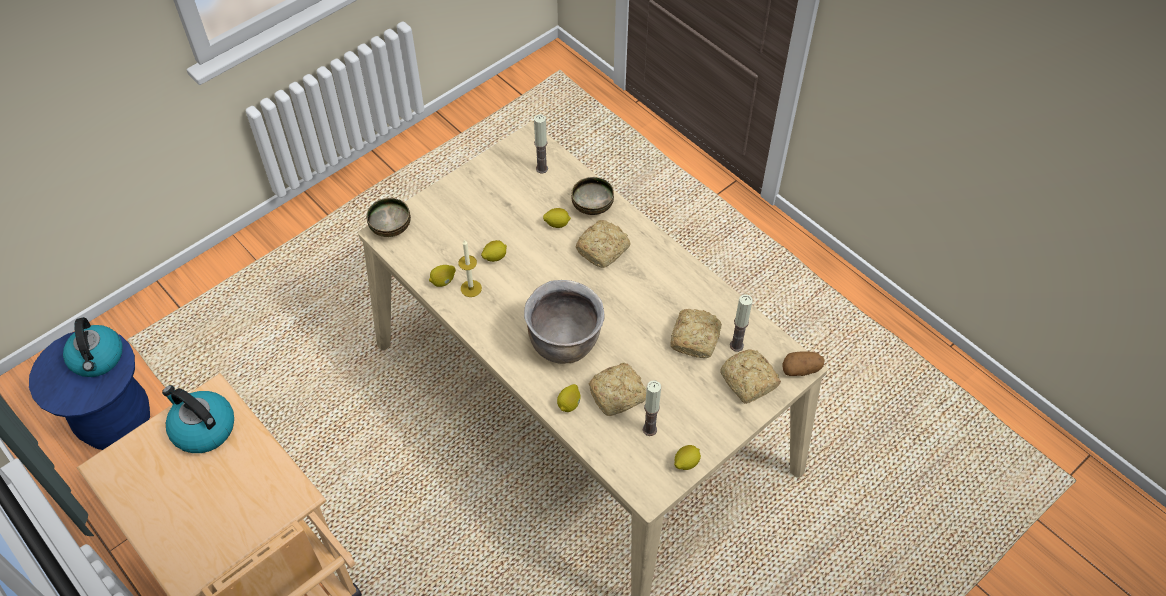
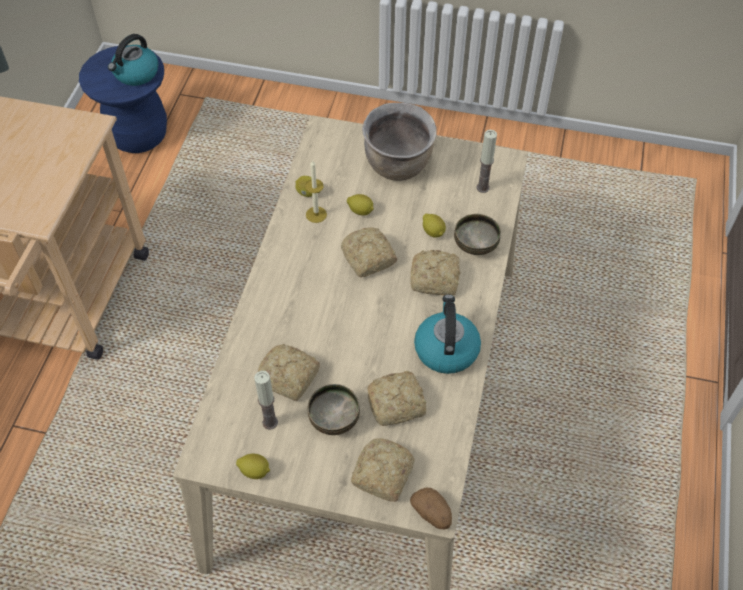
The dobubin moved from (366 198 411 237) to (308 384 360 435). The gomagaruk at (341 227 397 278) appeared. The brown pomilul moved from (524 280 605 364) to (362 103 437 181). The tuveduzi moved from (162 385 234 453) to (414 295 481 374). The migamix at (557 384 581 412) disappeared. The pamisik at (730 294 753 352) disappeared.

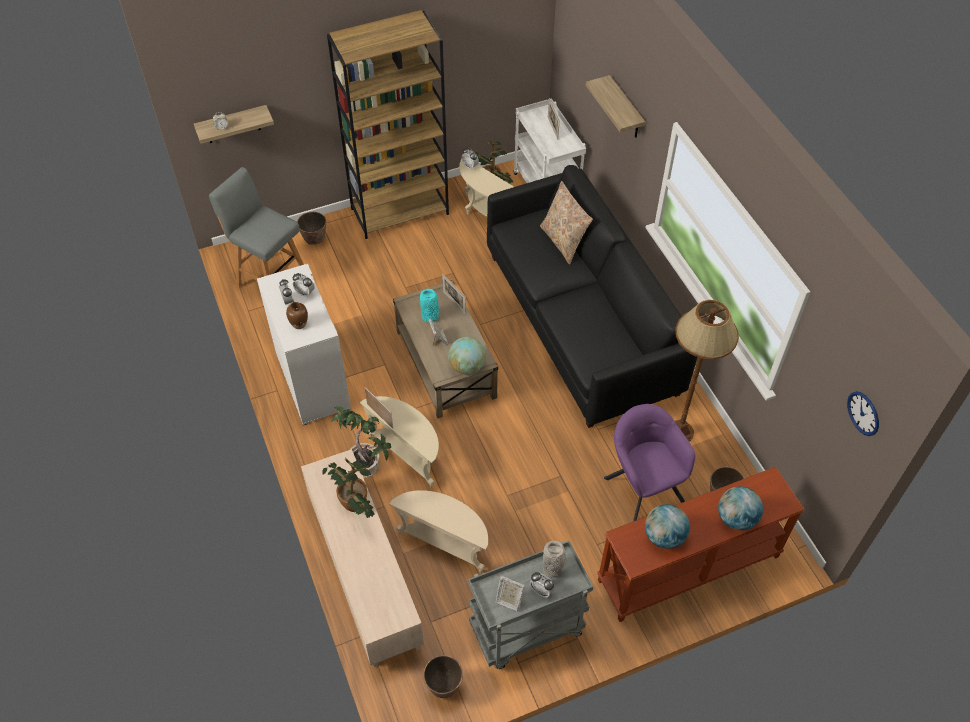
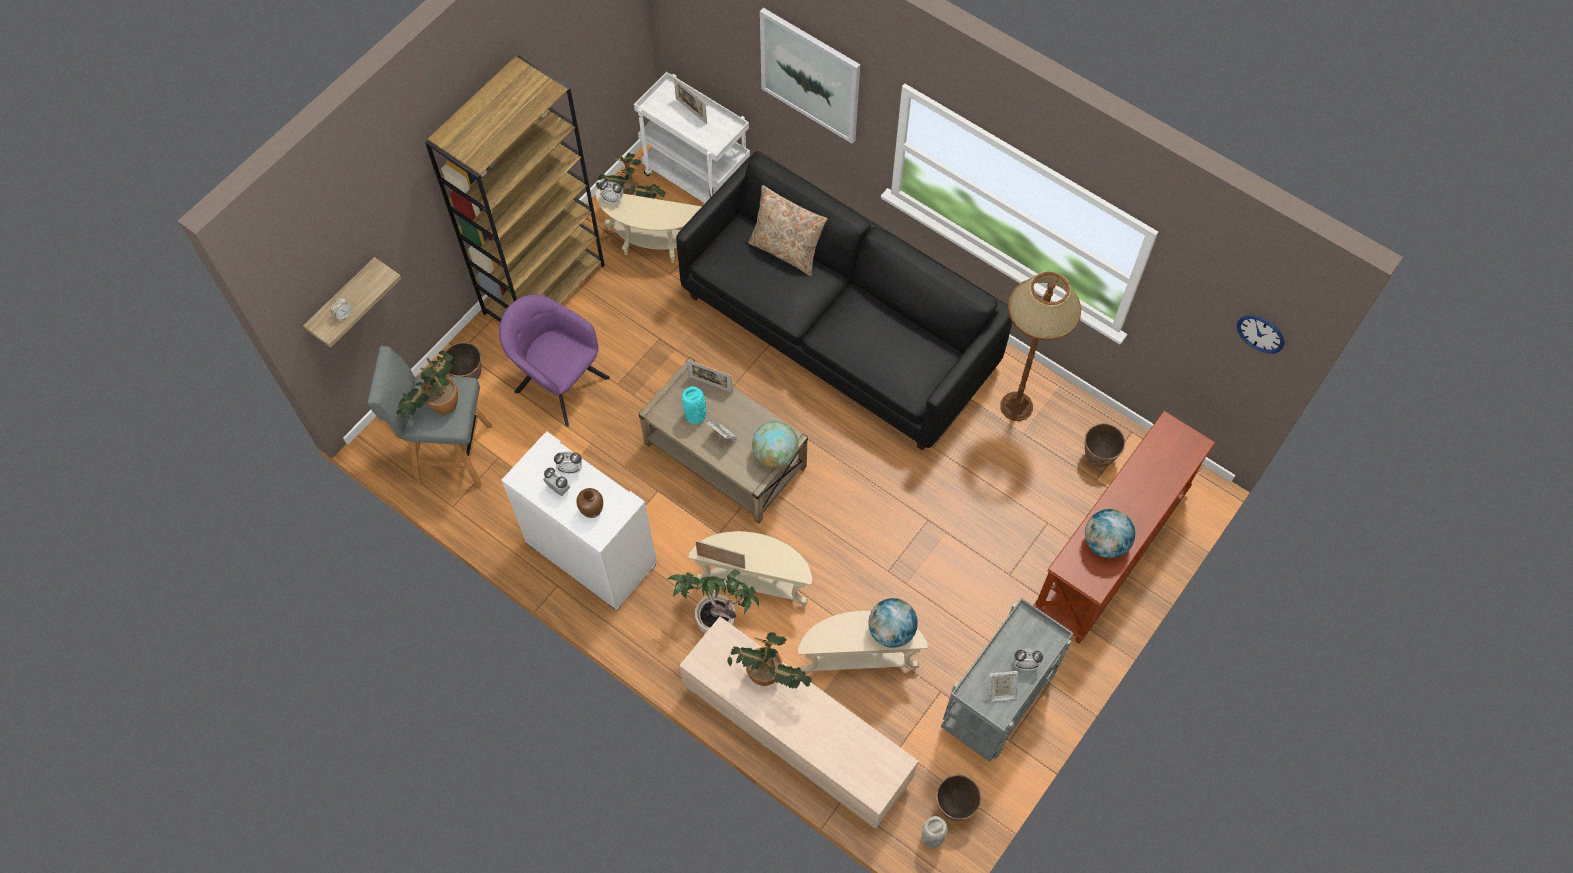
The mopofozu at (396 350 458 419) appeared. The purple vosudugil moved from (604 404 695 521) to (499 294 610 427). The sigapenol at (586 75 645 138) was replaced by the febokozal at (760 8 860 144). The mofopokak moved from (718 486 763 530) to (868 598 918 648). The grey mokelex moved from (543 541 566 578) to (921 816 947 848).

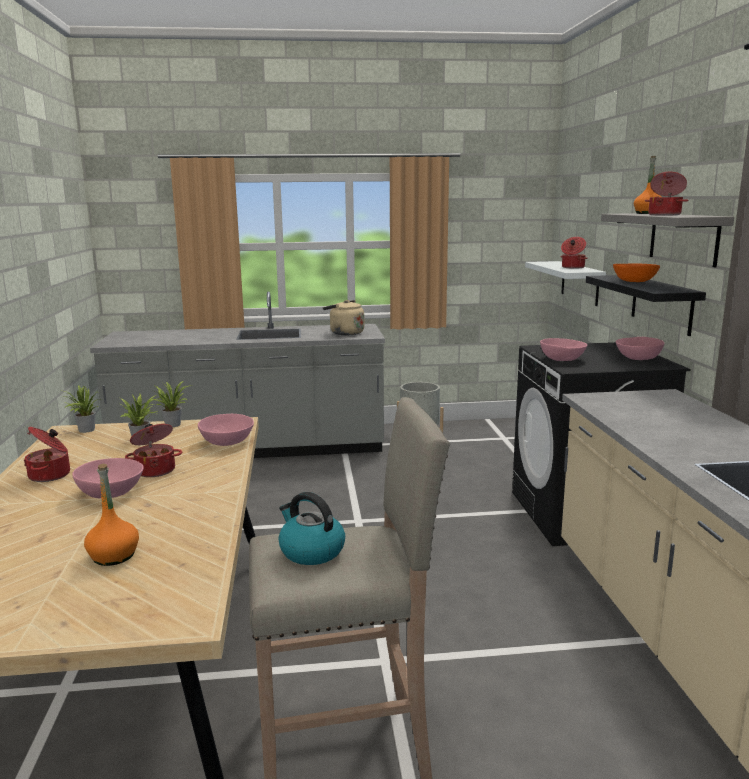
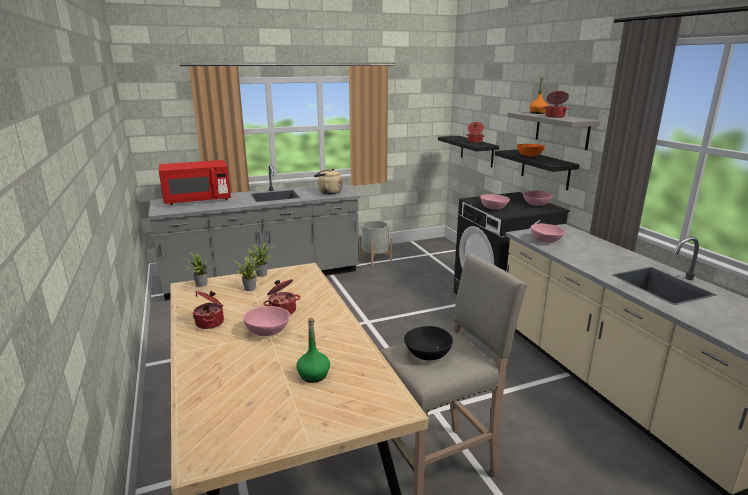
The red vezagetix at (159 160 231 205) appeared. The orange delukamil at (84 464 139 566) became the green delukamil at (296 318 330 383). The tuveduzi at (278 492 345 565) was replaced by the black dobubin at (404 326 453 360). The white sigapenol at (525 261 606 306) became the black sigapenol at (438 136 499 167). The pink dobubin moved from (198 414 254 446) to (531 224 565 243).

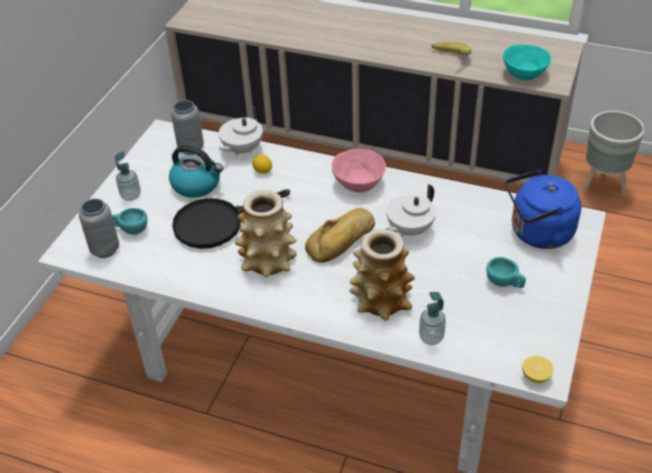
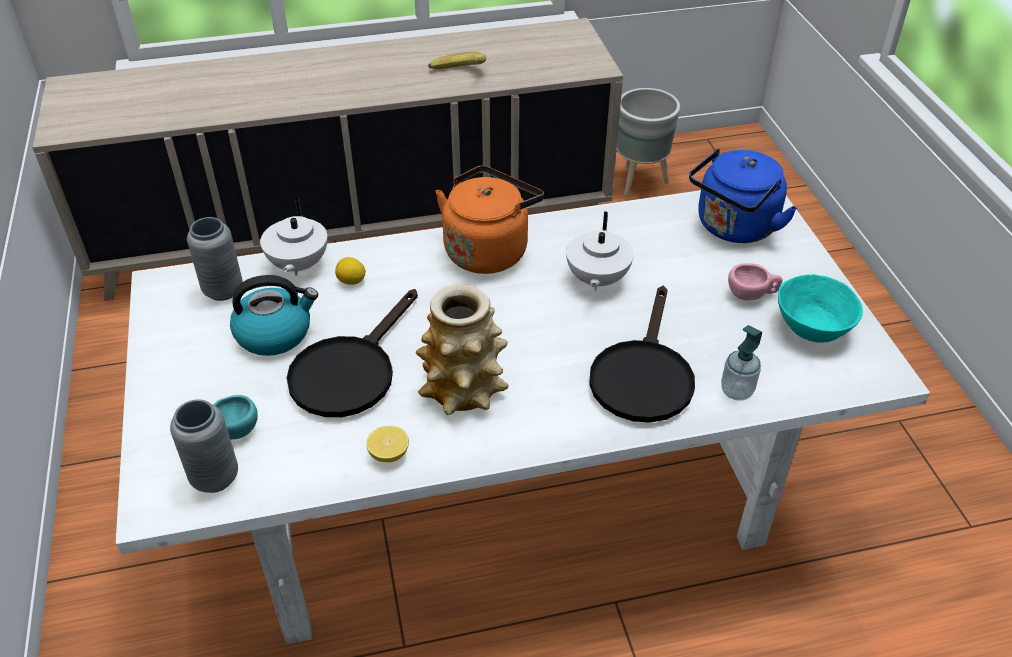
The migamix moved from (522 356 554 383) to (367 426 409 462). The pink dobubin at (331 149 386 192) was replaced by the orange tuveduzi at (435 166 544 274). The mokelex at (349 229 415 321) was replaced by the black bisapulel at (589 286 695 423). The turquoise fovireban at (486 257 526 288) became the pink fovireban at (728 263 783 300). The turquoise dobubin moved from (503 44 551 80) to (778 274 863 342). The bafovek at (115 151 141 201) disappeared. The gomagaruk at (305 208 375 263) disappeared.

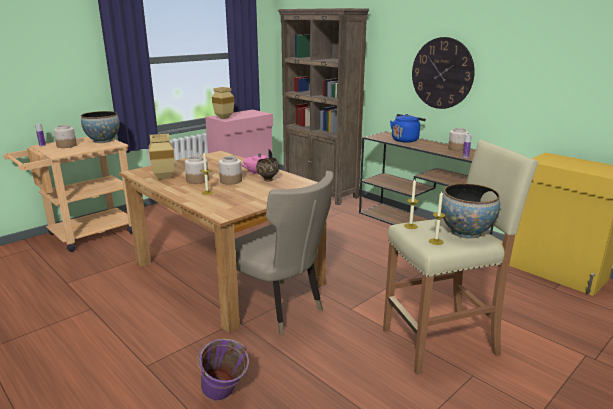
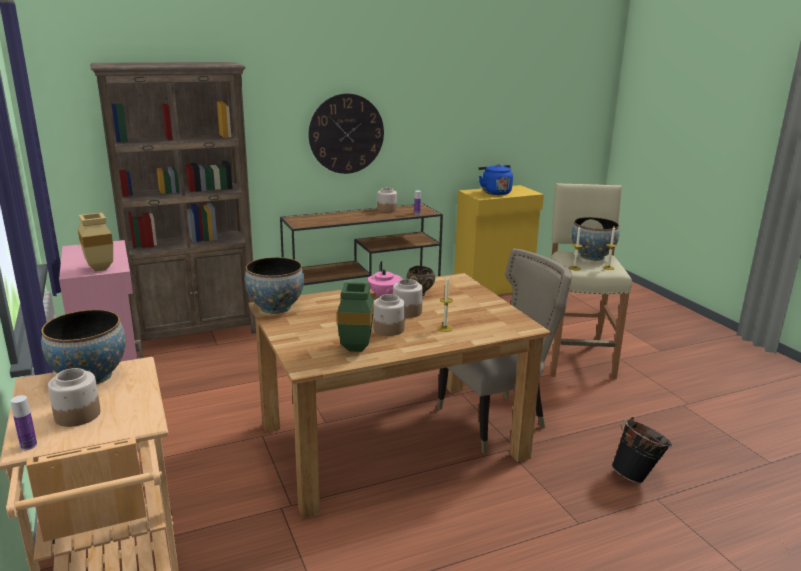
The dobubin at (245 257 304 314) appeared. The beige mokelex at (149 134 174 179) became the green mokelex at (337 282 374 352). The blue tuveduzi moved from (390 114 426 143) to (478 164 513 195). The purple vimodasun at (196 339 249 401) became the black vimodasun at (612 417 672 484).

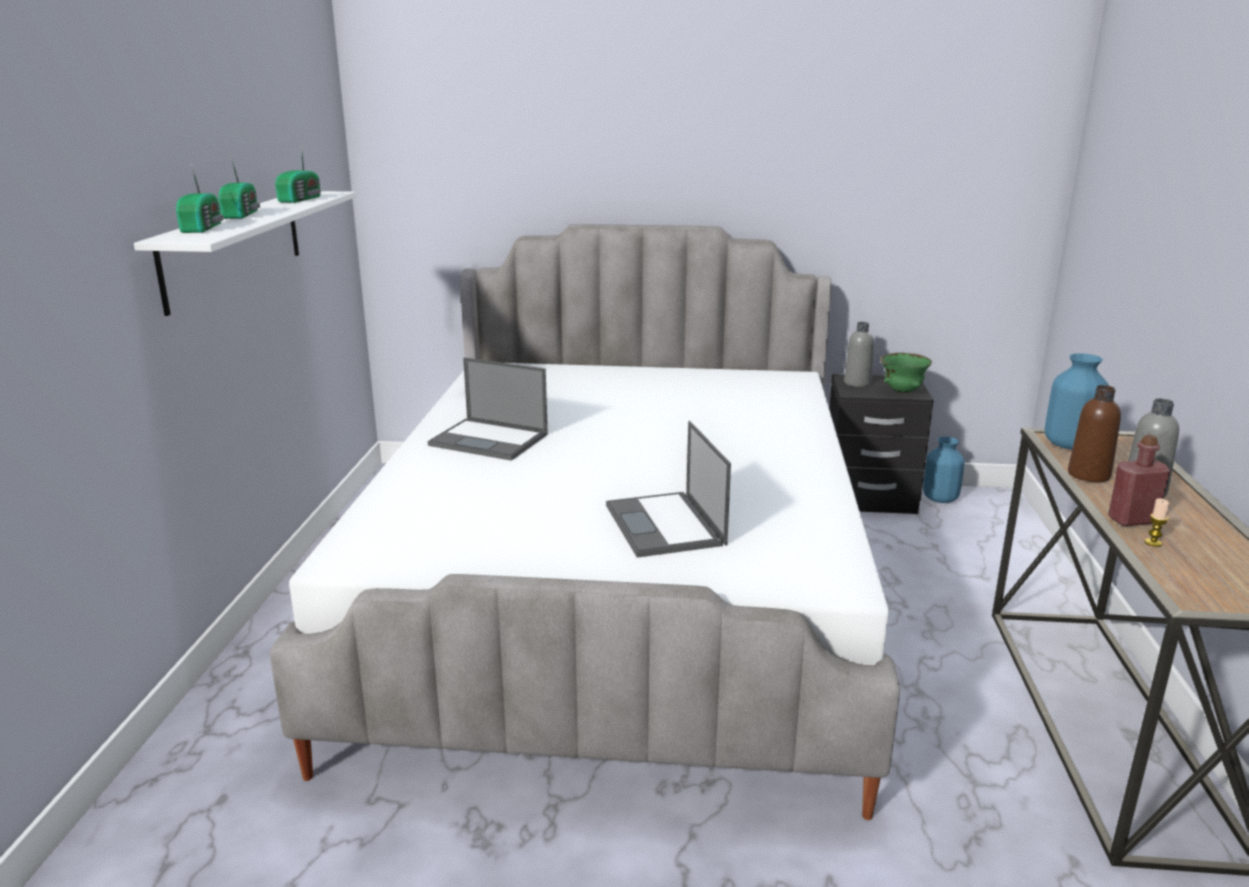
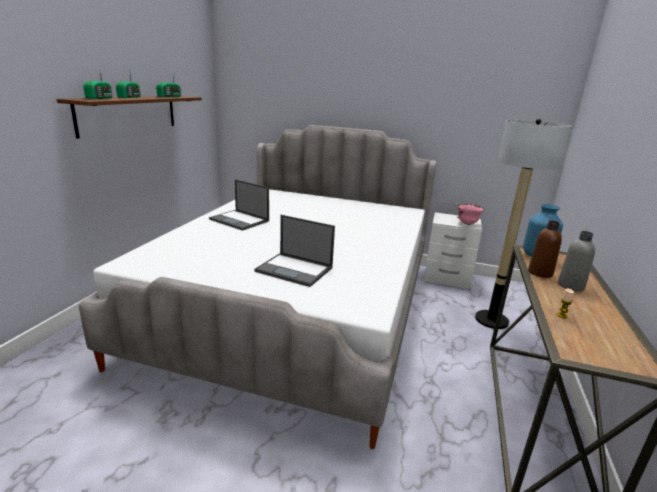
The white sigapenol at (134 191 356 316) became the brown sigapenol at (57 96 202 139). The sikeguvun at (606 421 731 558) turned 60 degrees counterclockwise. The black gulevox at (829 374 933 514) became the white gulevox at (424 212 482 289). The green dobubin at (880 353 932 393) became the pink dobubin at (457 204 484 225). The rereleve at (475 119 572 329) appeared. The grey delukamil at (844 322 874 387) disappeared. The blue mokelex at (923 436 964 503) disappeared. The red delukamil at (1108 435 1170 526) disappeared.

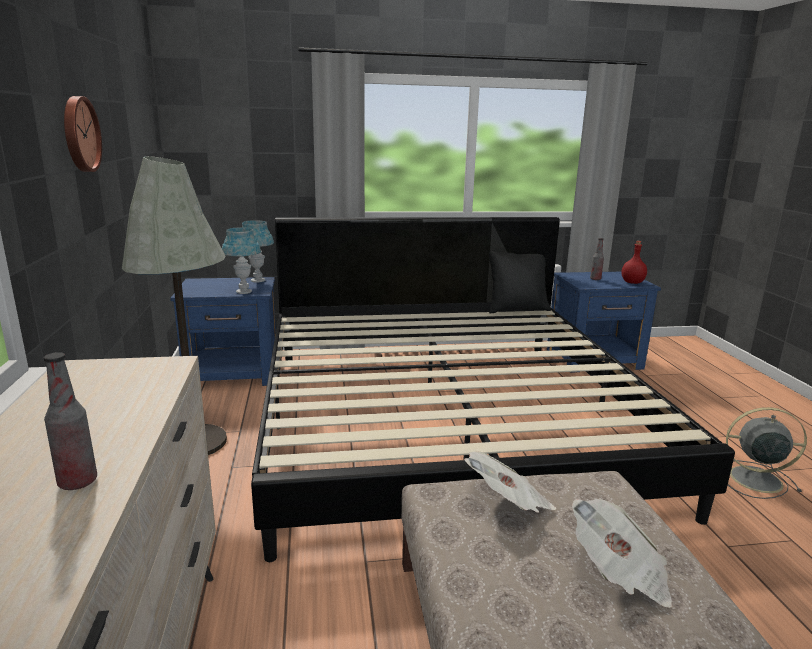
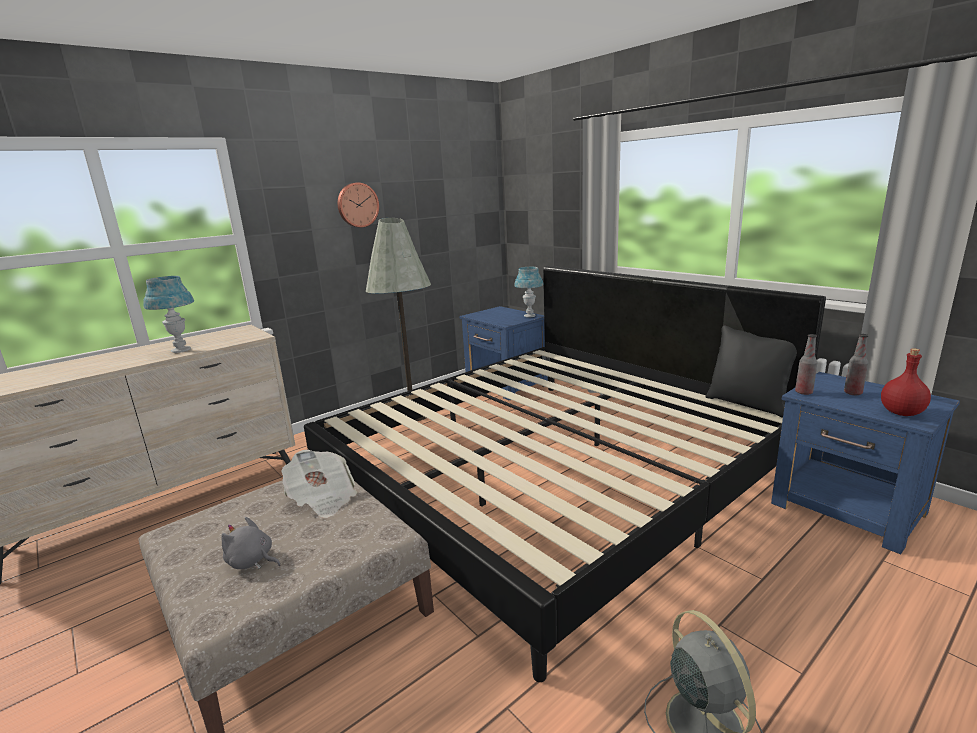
The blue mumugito moved from (222 227 261 294) to (143 276 194 353). The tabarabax at (572 498 672 608) was replaced by the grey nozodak at (221 517 281 569). The delukamil moved from (44 352 97 490) to (795 334 818 395).

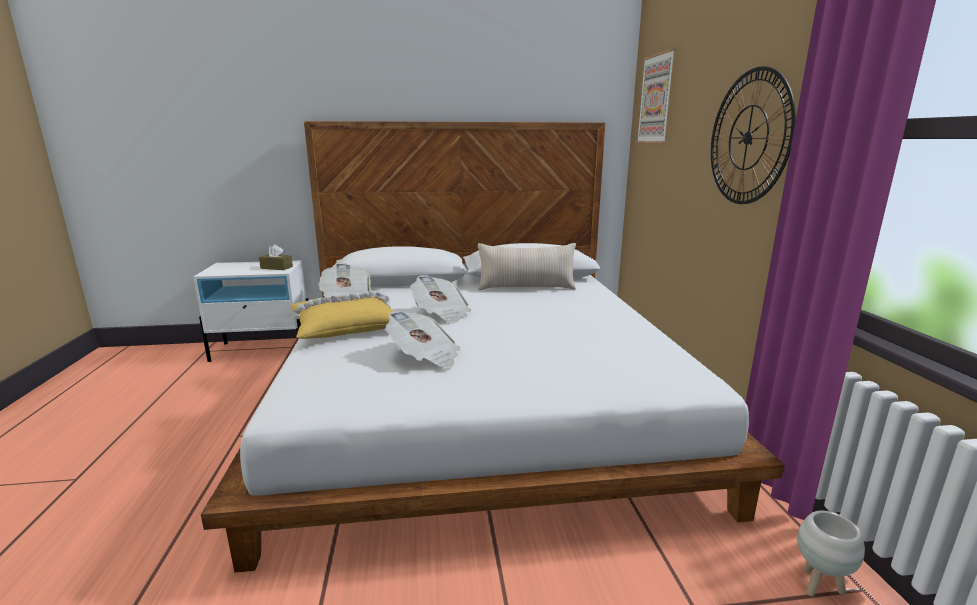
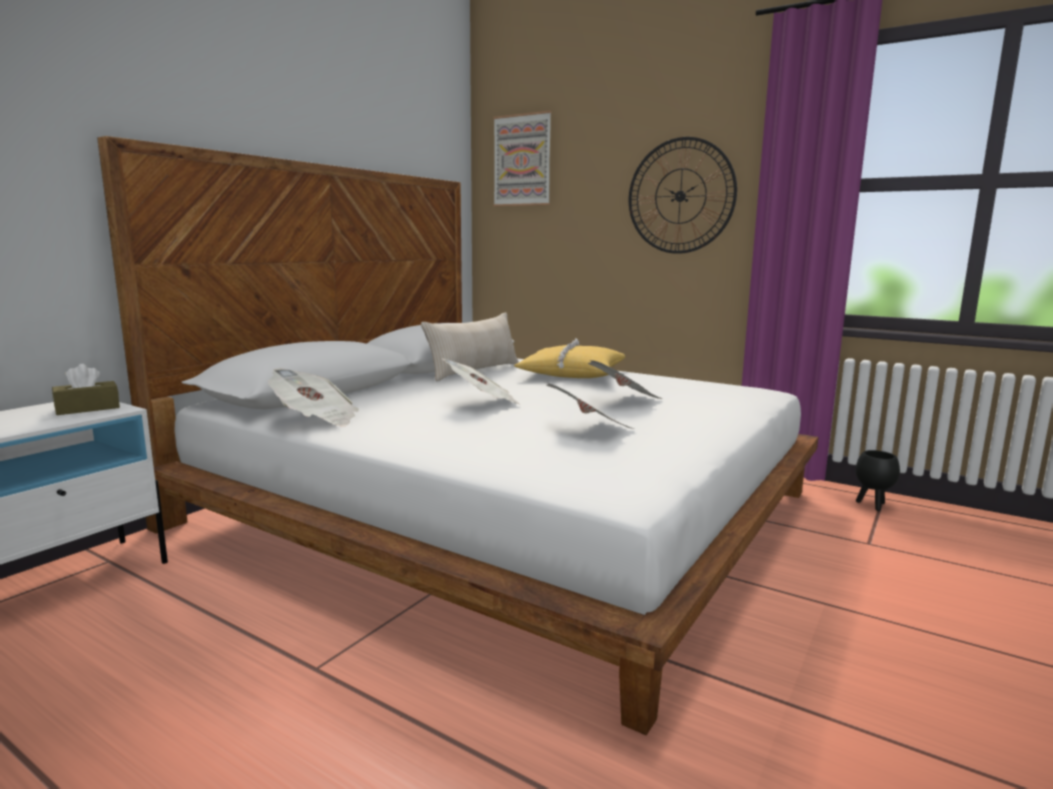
The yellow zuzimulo moved from (291 291 393 339) to (514 338 625 378). The tabarabax at (588 360 663 399) appeared. The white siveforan at (797 511 865 596) became the black siveforan at (856 450 900 511).

